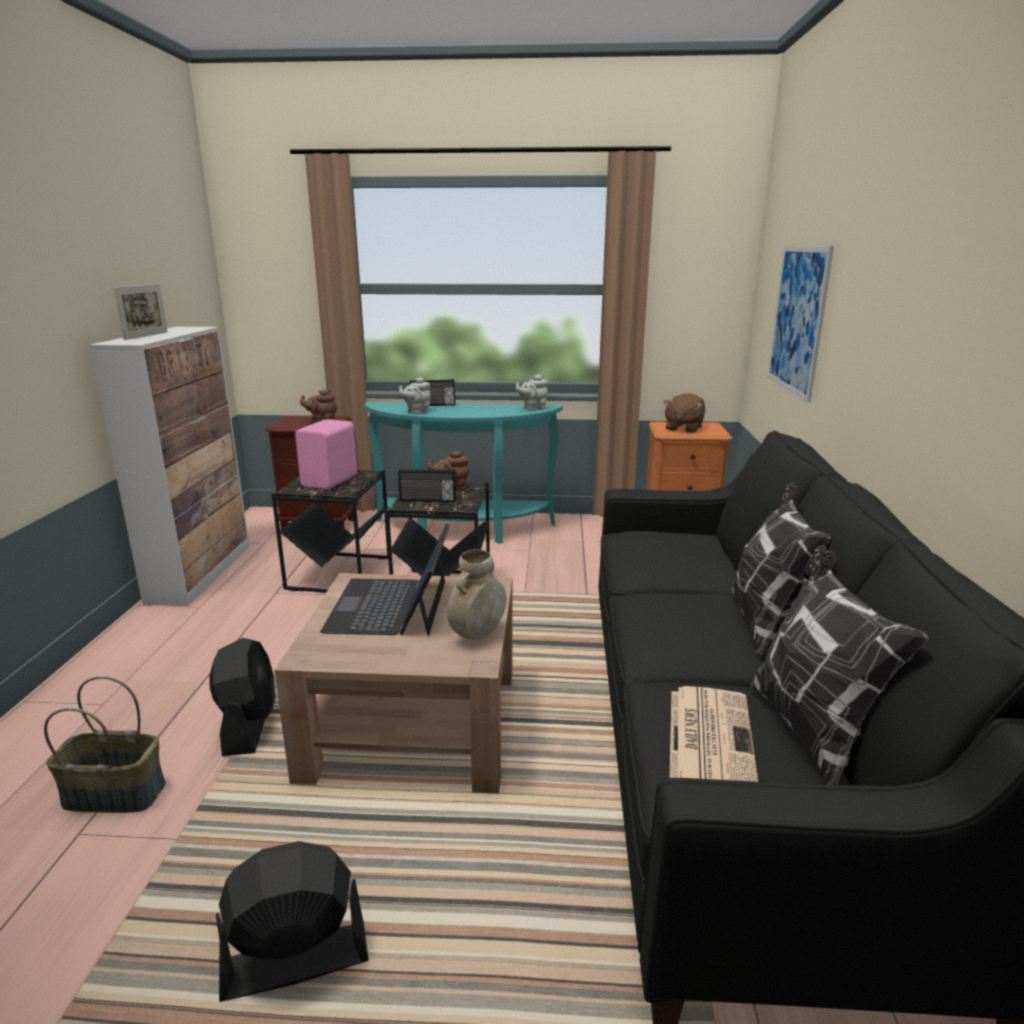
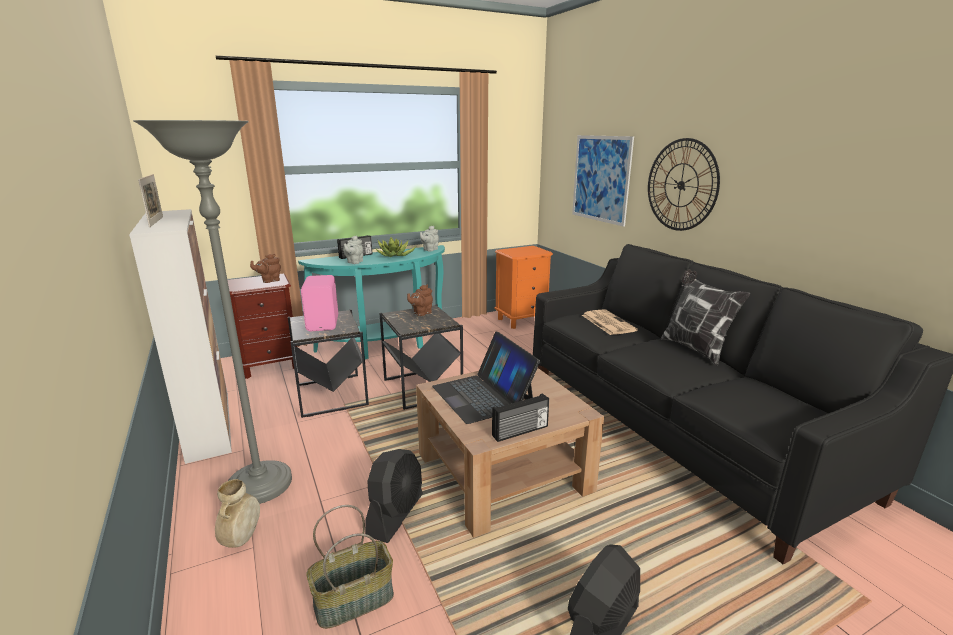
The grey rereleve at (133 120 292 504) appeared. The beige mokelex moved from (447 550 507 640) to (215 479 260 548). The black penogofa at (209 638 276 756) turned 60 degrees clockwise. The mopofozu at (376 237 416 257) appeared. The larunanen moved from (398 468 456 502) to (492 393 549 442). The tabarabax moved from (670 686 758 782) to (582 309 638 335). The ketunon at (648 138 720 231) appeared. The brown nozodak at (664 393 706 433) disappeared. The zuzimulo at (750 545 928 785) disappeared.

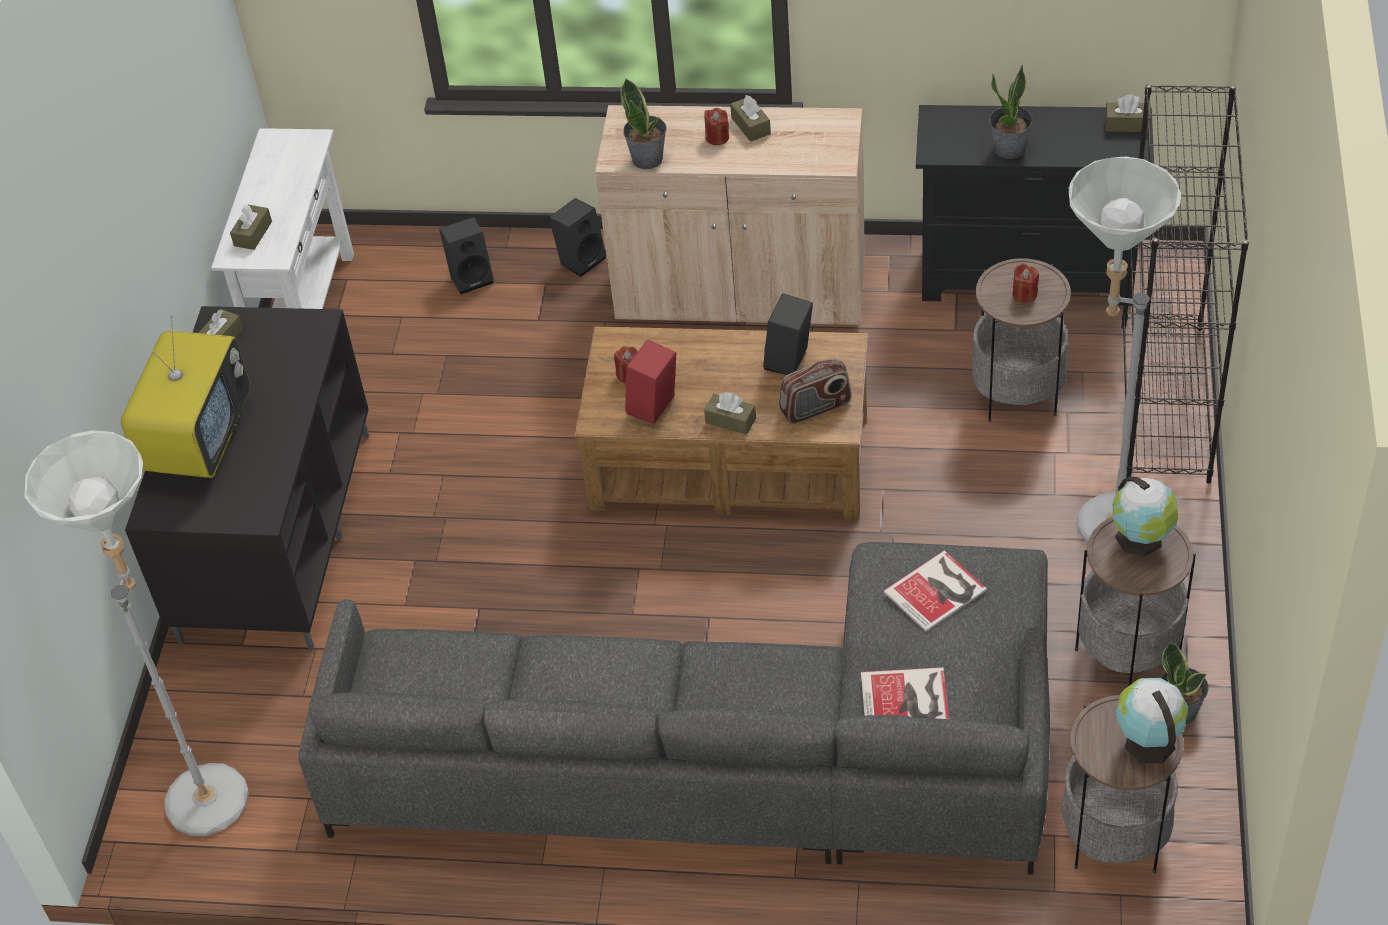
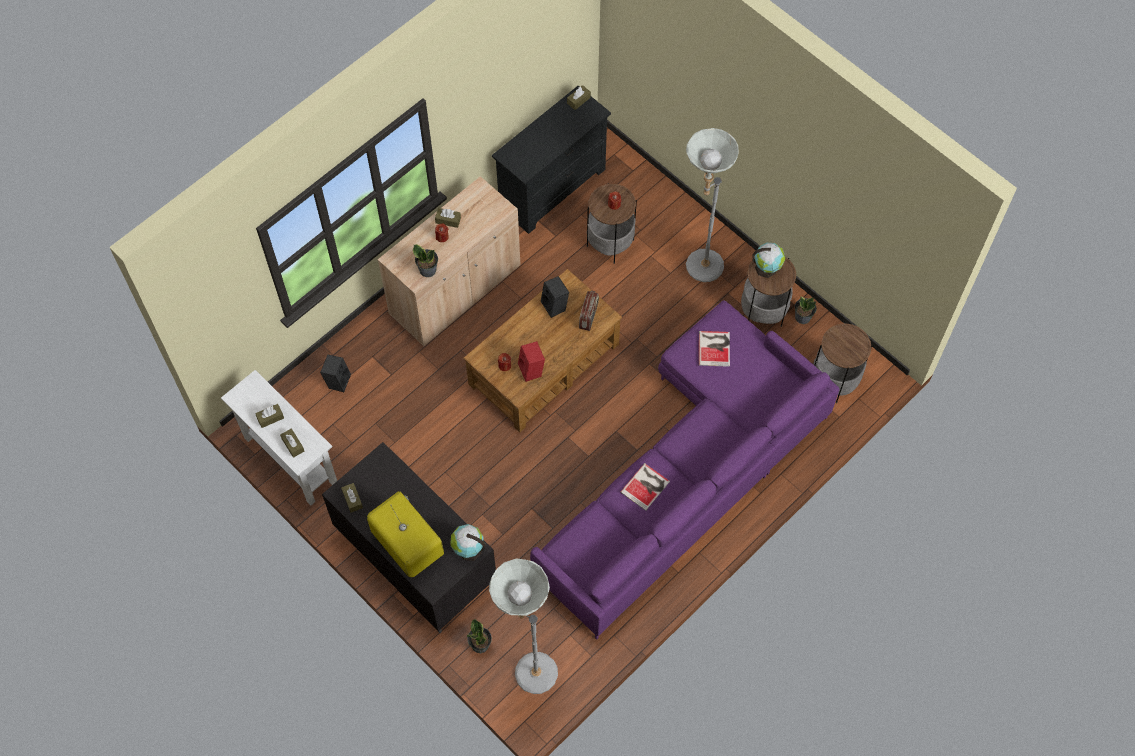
The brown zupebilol moved from (704 392 756 435) to (255 404 284 428). The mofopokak moved from (1116 678 1188 763) to (450 524 486 561). The mopofozu moved from (989 65 1033 159) to (467 619 492 653). The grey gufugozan at (298 542 1050 875) became the purple gufugozan at (530 300 839 640). The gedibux moved from (861 667 949 719) to (621 463 670 511). The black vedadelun at (549 198 606 277) disappeared. The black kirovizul at (1122 84 1249 484) disappeared.

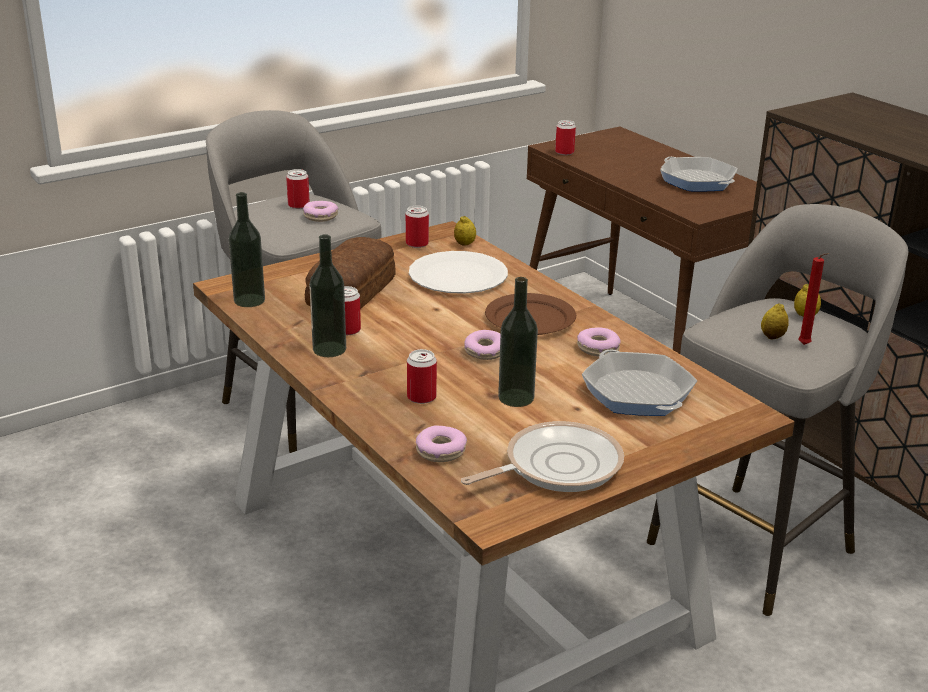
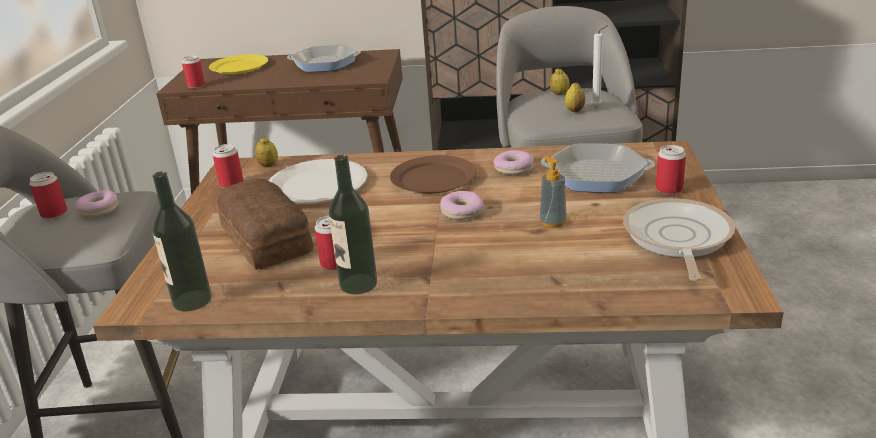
The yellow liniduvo at (209 54 268 74) appeared. The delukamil at (498 277 538 407) was replaced by the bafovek at (540 156 567 228). The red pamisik at (798 253 830 345) became the white pamisik at (591 25 608 106). The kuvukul moved from (407 349 437 404) to (656 145 686 194). The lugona at (416 425 467 462) disappeared.

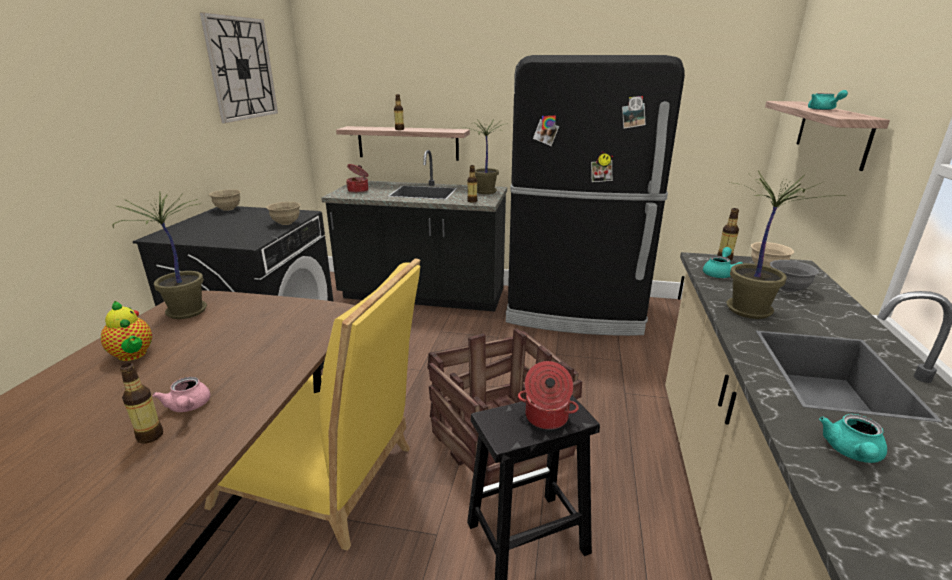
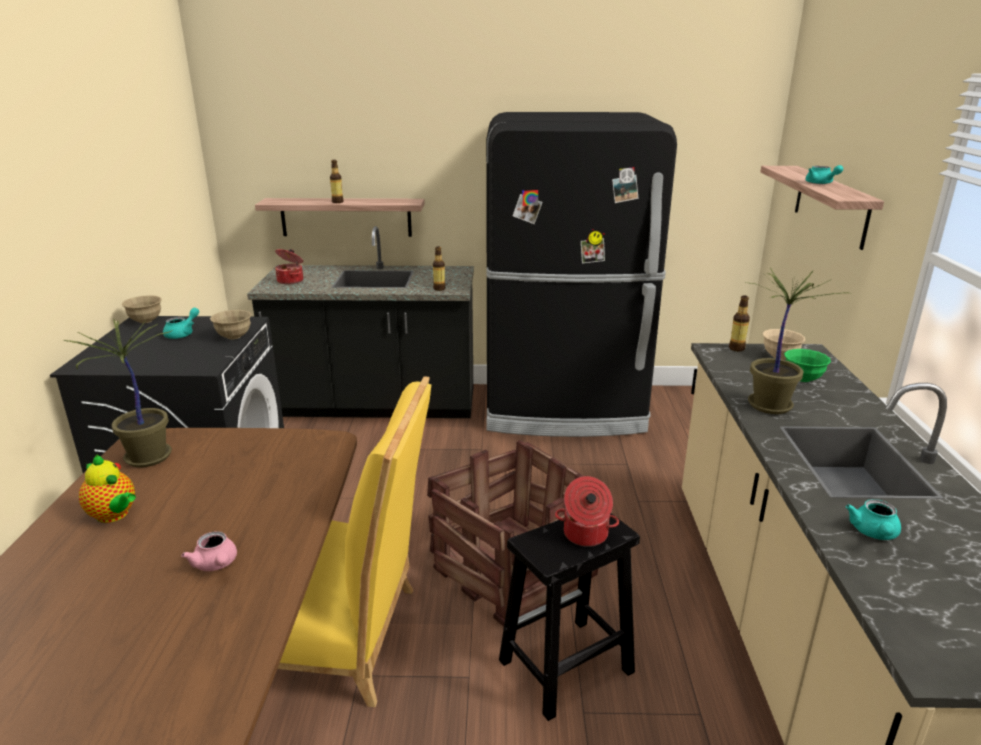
The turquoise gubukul moved from (703 247 743 278) to (163 308 199 339). The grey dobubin at (770 260 819 292) became the green dobubin at (784 349 831 382). The delukamil at (120 363 163 443) disappeared. The ketunon at (200 13 278 123) disappeared. The mopofozu at (464 119 508 194) disappeared.

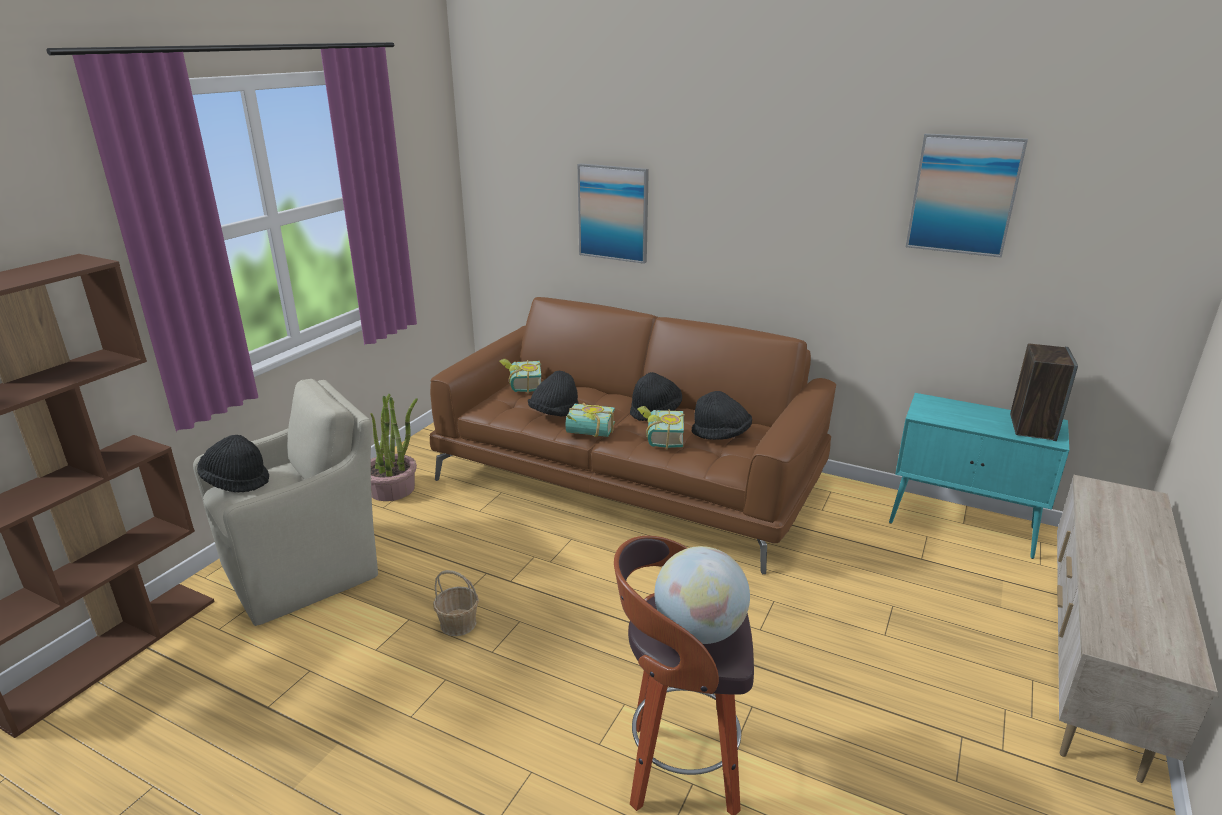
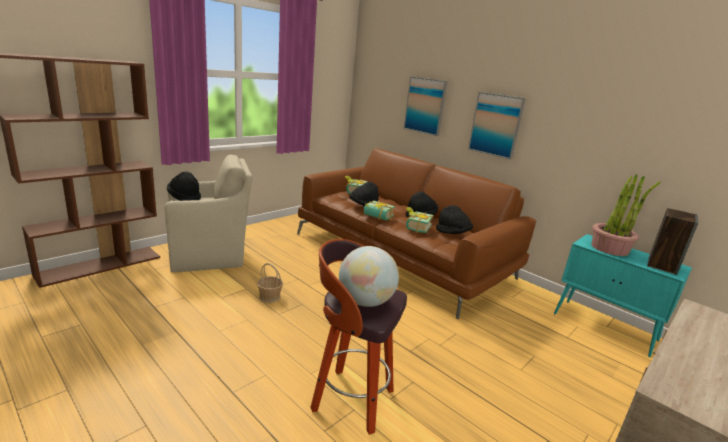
The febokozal moved from (906 133 1028 258) to (468 92 526 160). The mopofozu moved from (370 394 418 501) to (591 174 661 256).

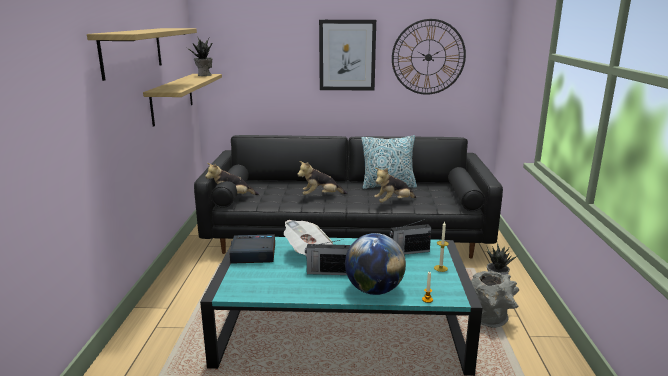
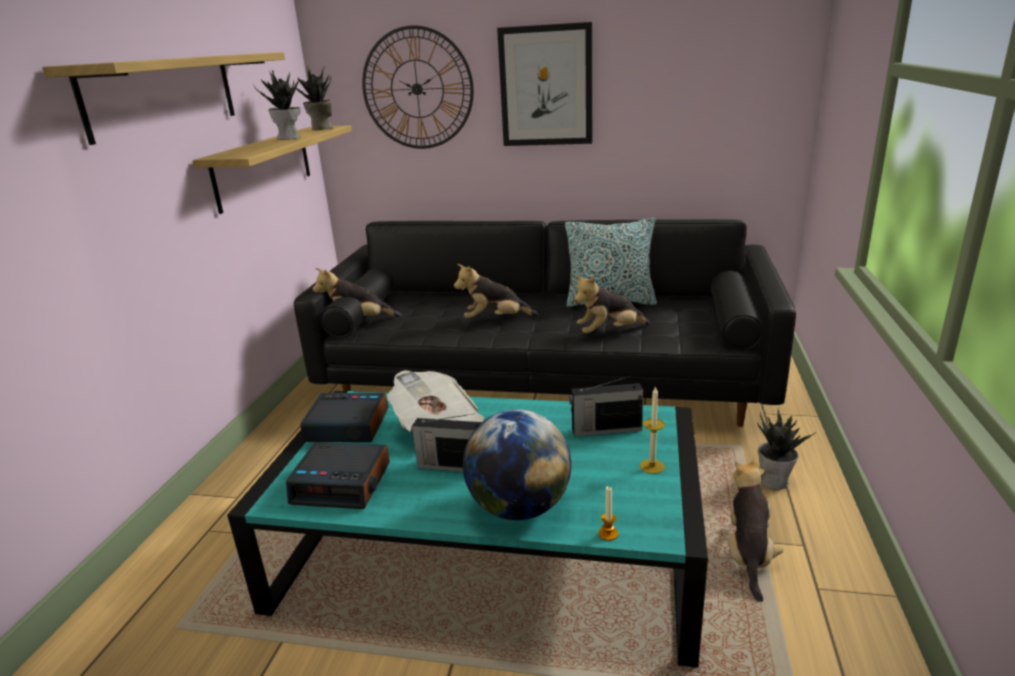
The mopofozu at (253 71 301 140) appeared. The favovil at (286 442 390 509) appeared. The ketunon moved from (392 19 466 95) to (362 25 474 149). The grey mokelex at (471 271 519 328) was replaced by the nozodak at (728 456 783 602).

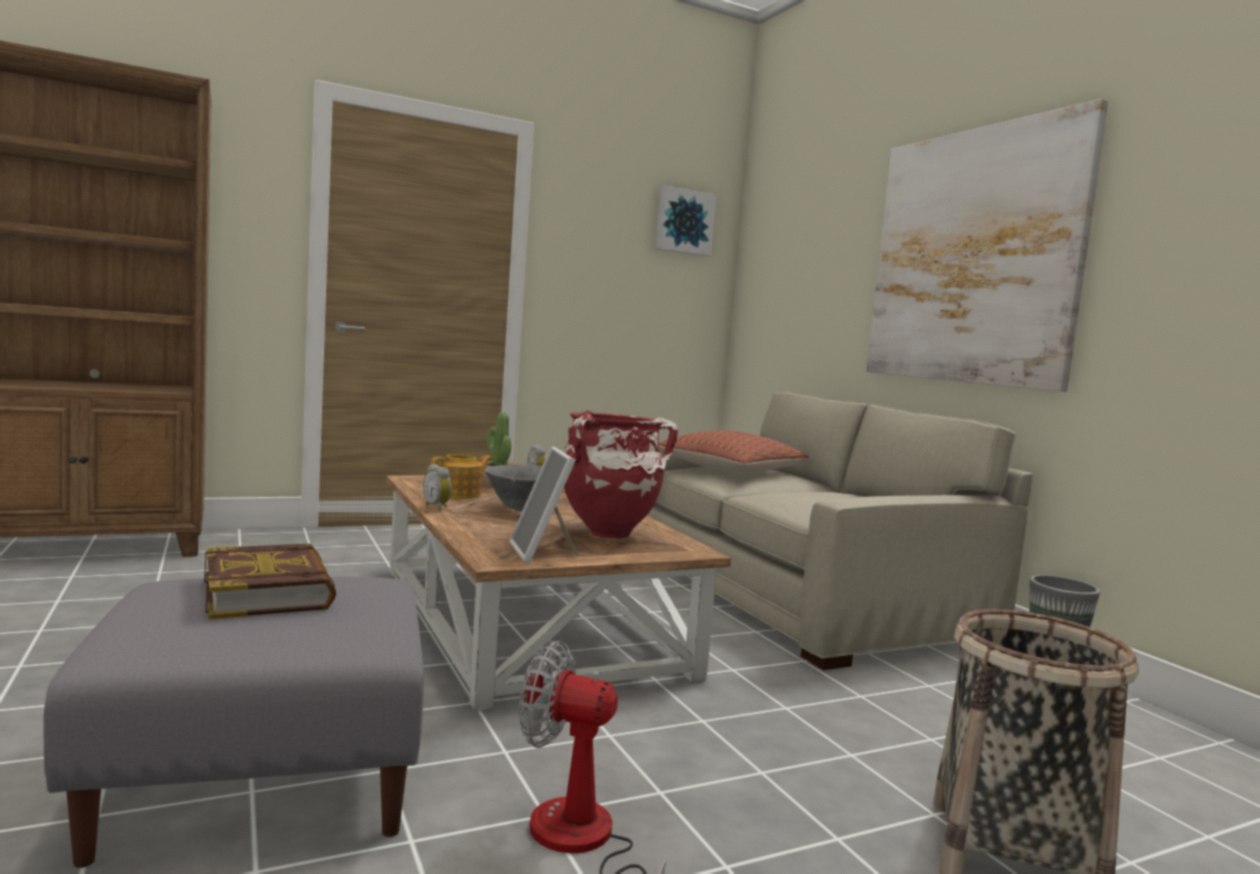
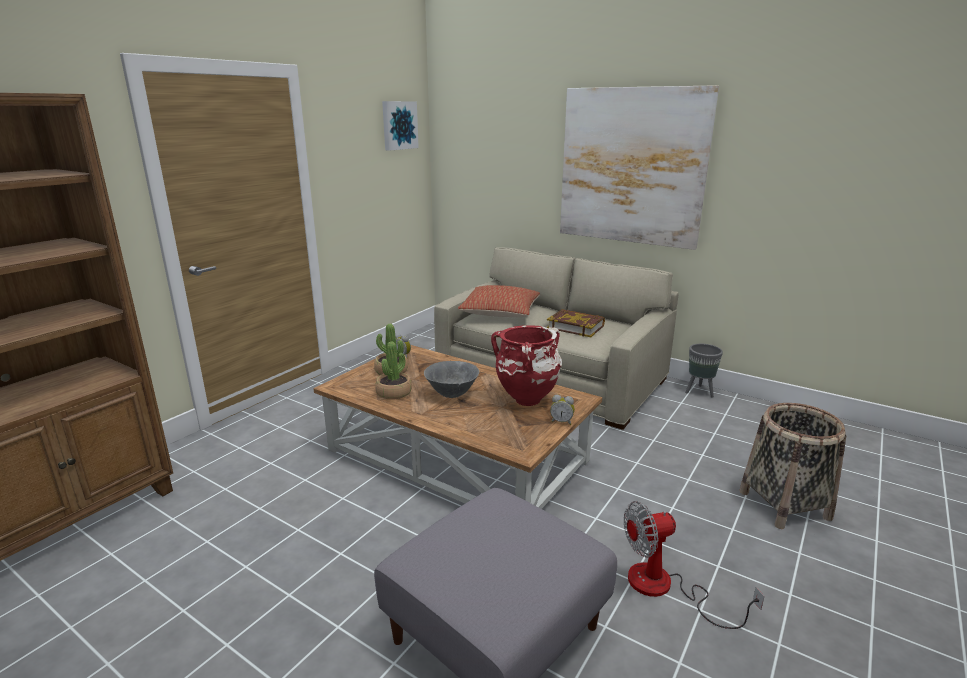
The gubukul at (430 454 492 499) was replaced by the mopofozu at (375 342 412 399). The gedibux moved from (204 544 336 619) to (547 309 605 337). The favovil moved from (423 464 452 511) to (550 395 575 425). The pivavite at (509 447 579 563) disappeared.

